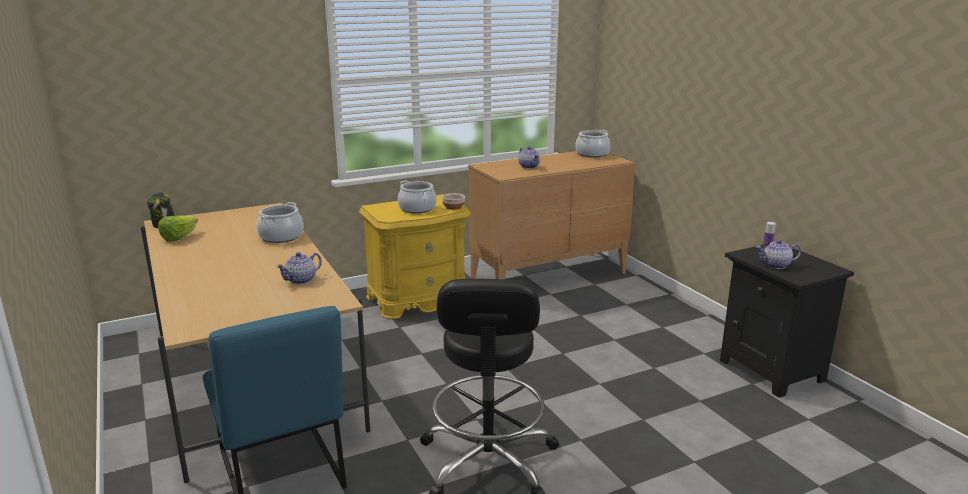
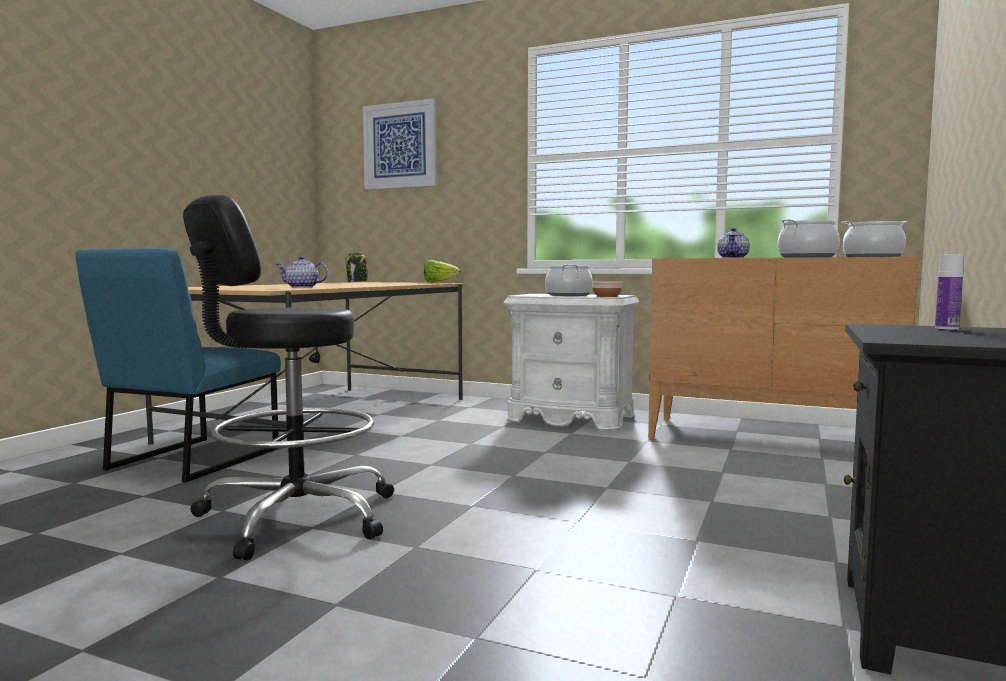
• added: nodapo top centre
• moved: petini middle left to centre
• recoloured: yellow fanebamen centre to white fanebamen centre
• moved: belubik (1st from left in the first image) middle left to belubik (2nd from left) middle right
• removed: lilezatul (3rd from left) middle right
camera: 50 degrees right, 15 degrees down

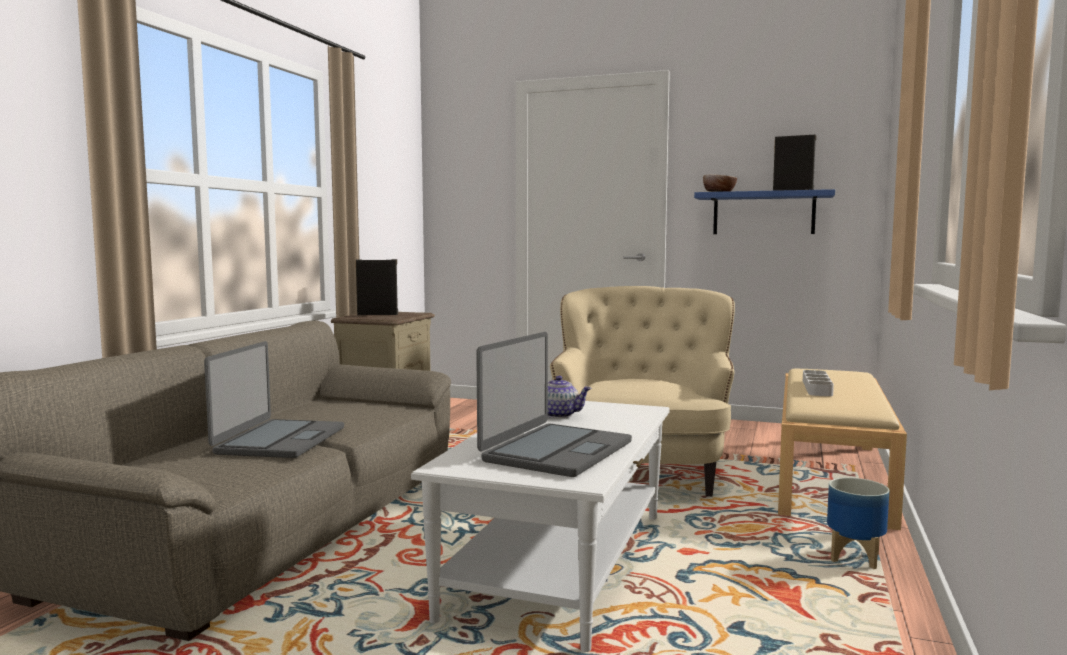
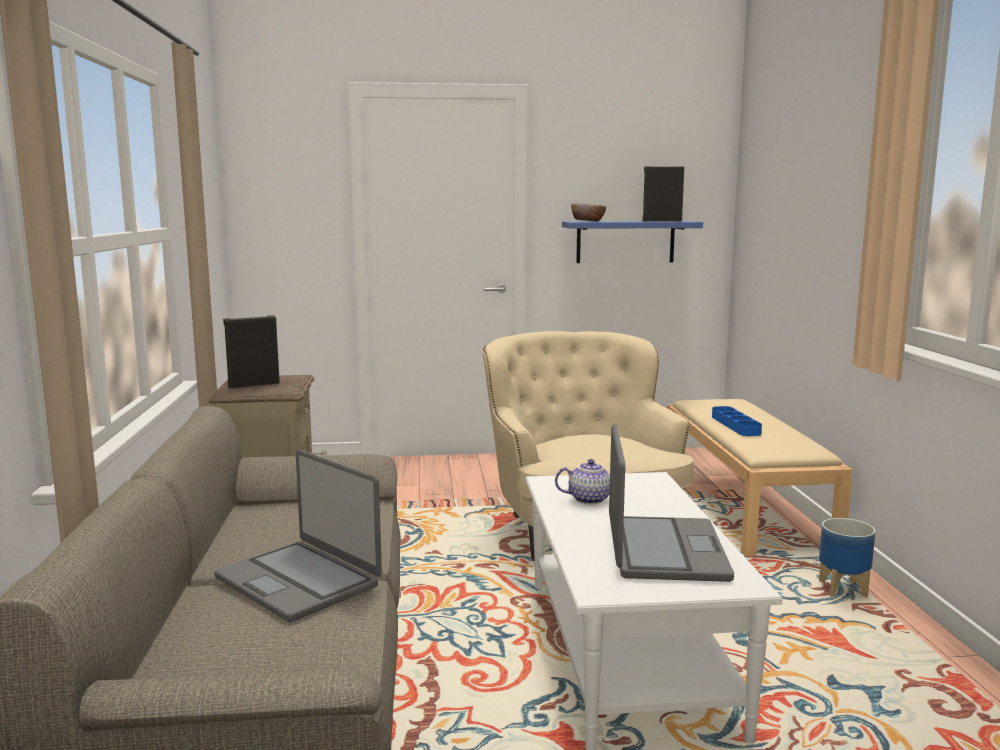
• turned: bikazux (1st from left) middle left = bottom left 150 degrees clockwise
• recoloured: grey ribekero middle right to blue ribekero middle right
camera: 25 degrees left, 5 degrees up

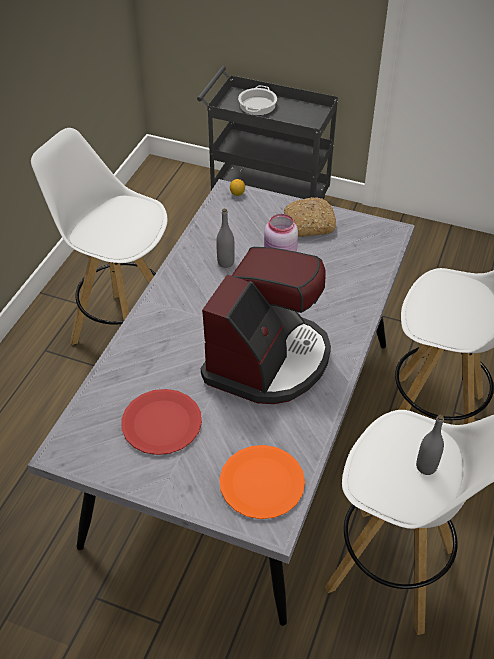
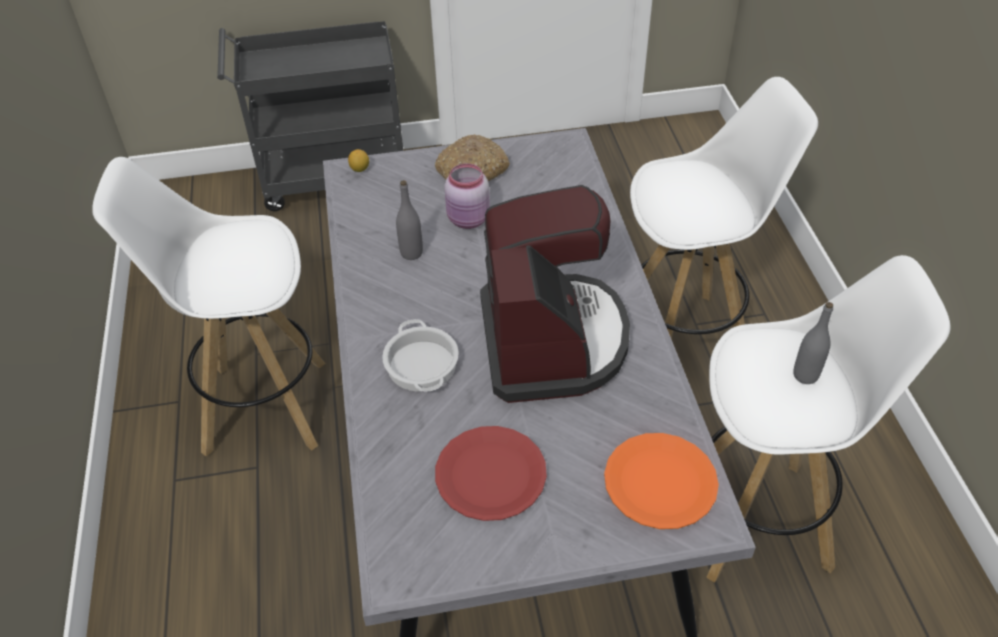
• moved: belubik top centre to centre
camera: 30 degrees left, 0 degrees up

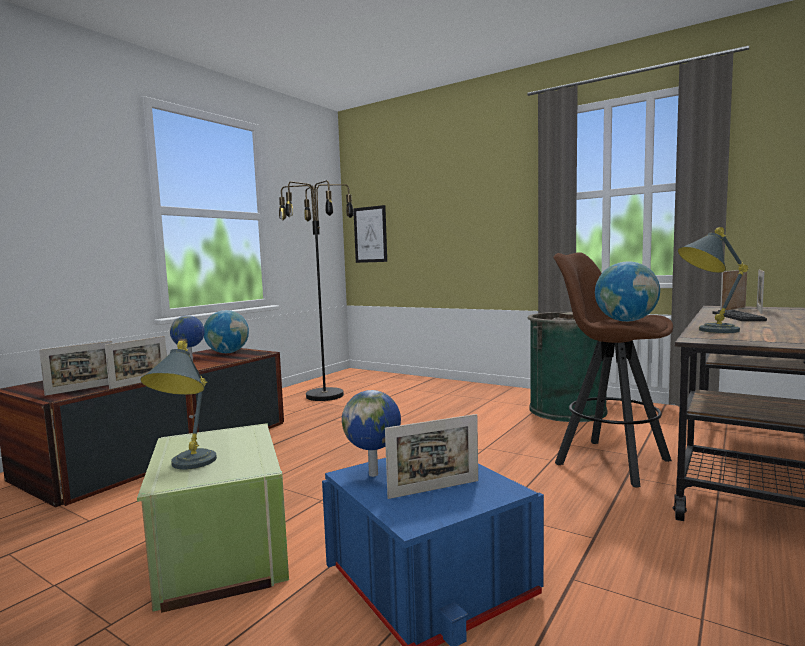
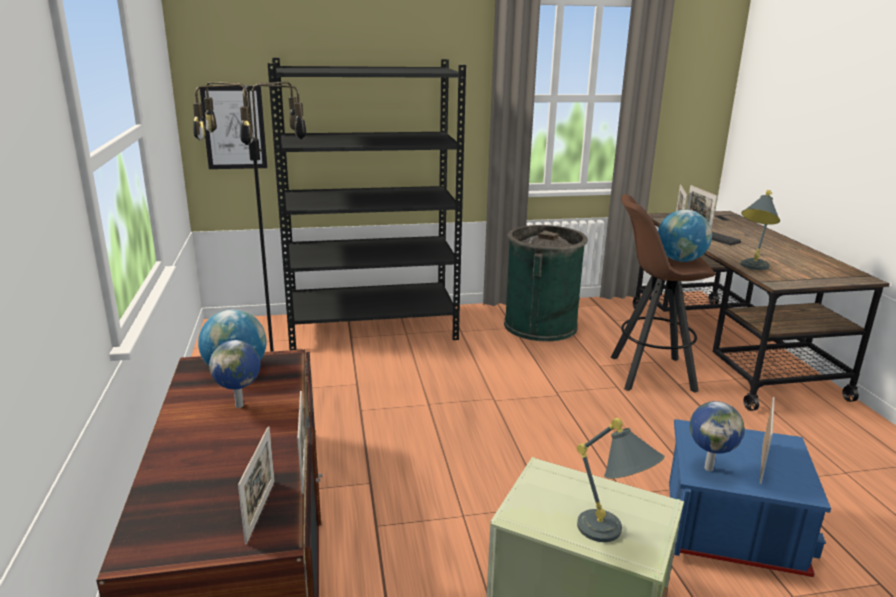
• added: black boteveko centre
camera: 45 degrees left, 15 degrees up

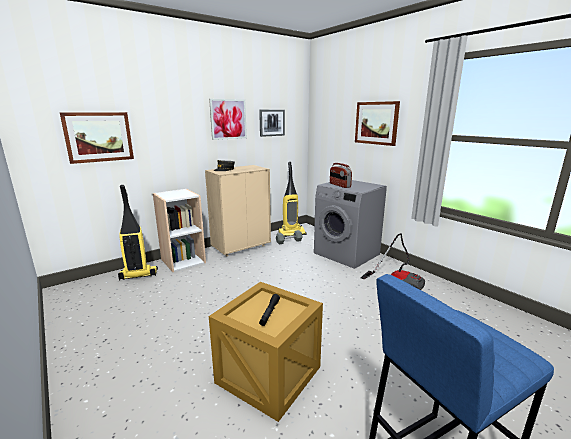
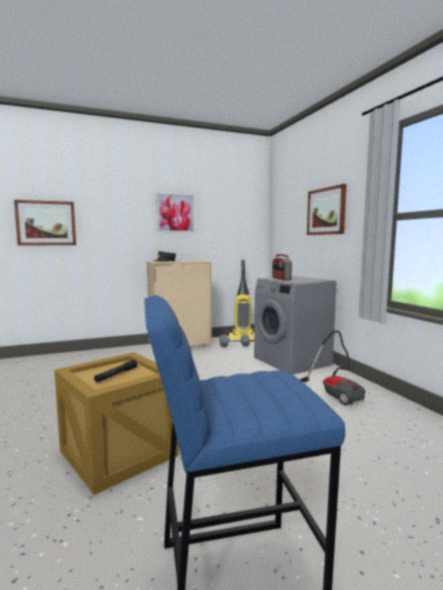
• removed: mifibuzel (1st from left) middle left
• removed: boteveko middle left
• removed: nodapo (3rd from left) top centre
camera: 15 degrees right, 10 degrees down

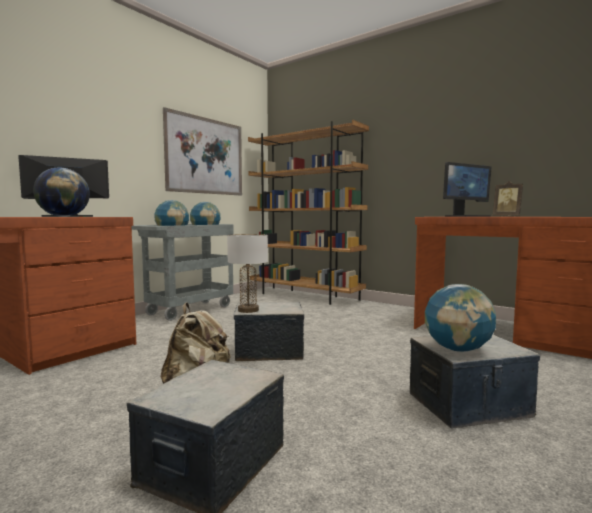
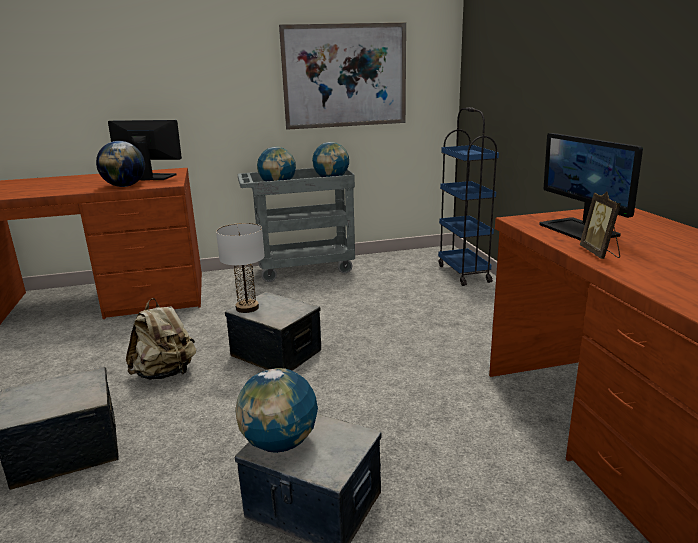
• replaced: brown boteveko centre to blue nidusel middle right
• turned: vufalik (2nd from left) middle right = middle right 60 degrees clockwise
camera: 40 degrees right, 15 degrees up

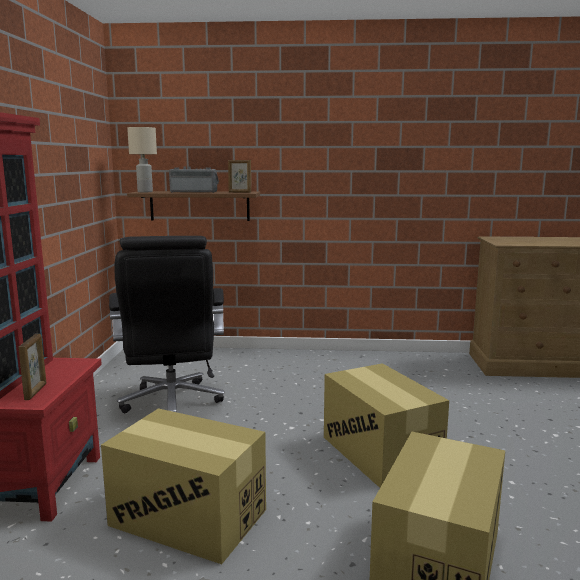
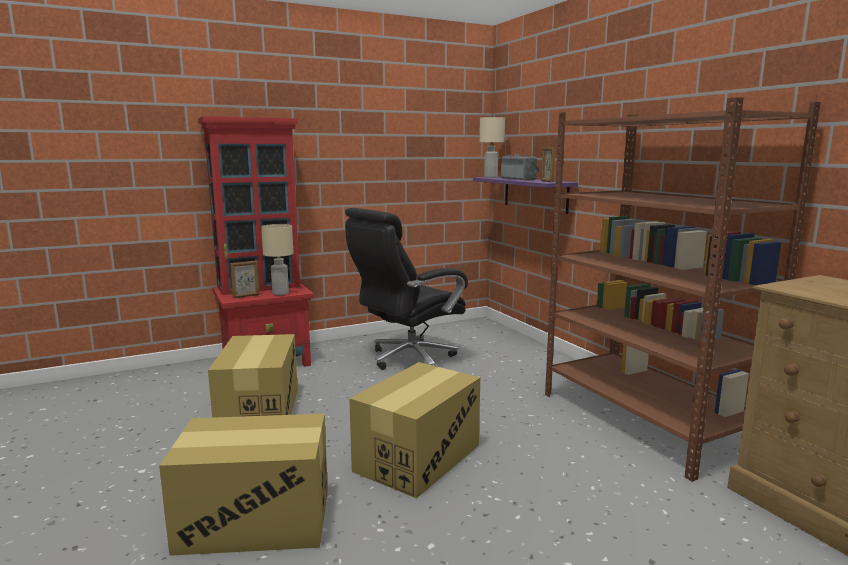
• added: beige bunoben (1st from left) middle left
• recoloured: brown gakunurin middle left to purple gakunurin centre
• added: brown boteveko middle right
camera: 60 degrees right, 0 degrees up

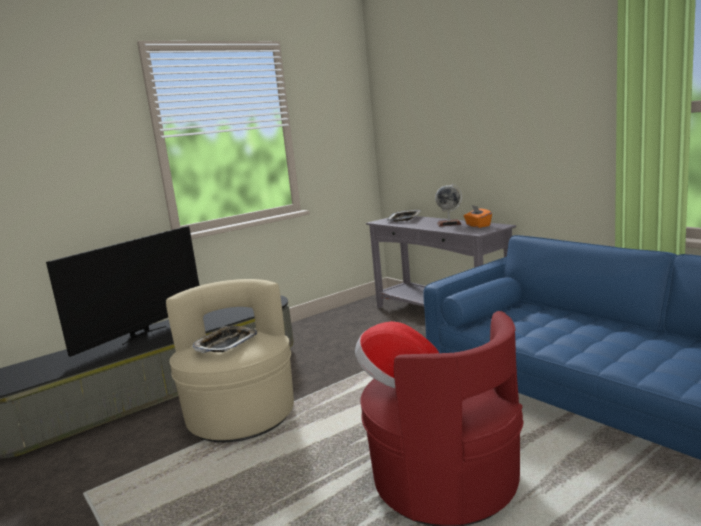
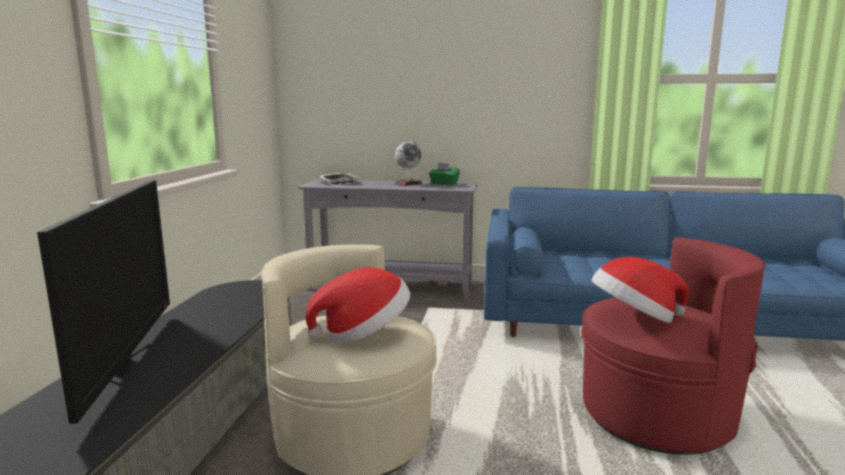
• replaced: ribekero (1st from left) middle left to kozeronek (1st from left) centre
• recoloured: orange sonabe middle right to green sonabe centre
camera: 45 degrees left, 0 degrees up

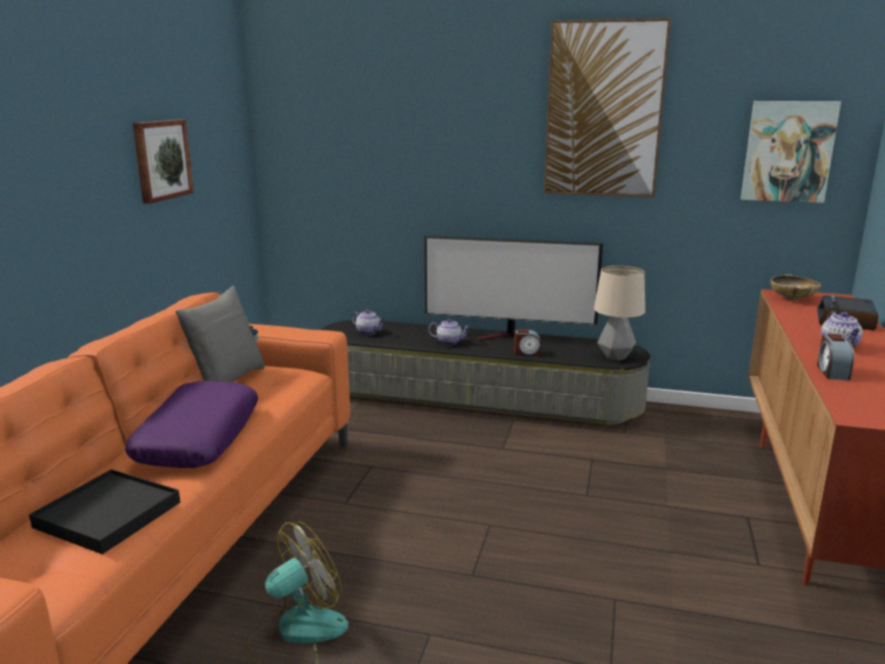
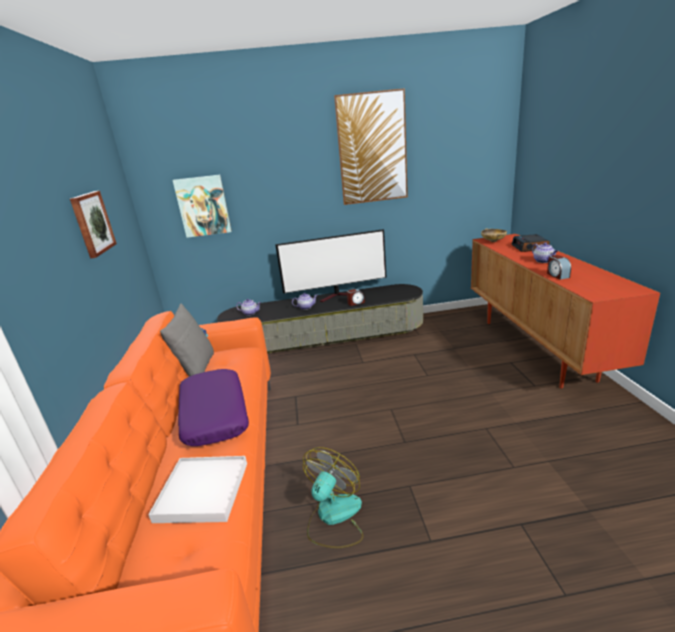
• recoloured: black ribekero bottom left to white ribekero bottom left
• moved: nodapo (3rd from left in the first image) top right to nodapo (2nd from left) top left
• removed: bunoben middle right
camera: 20 degrees left, 5 degrees up

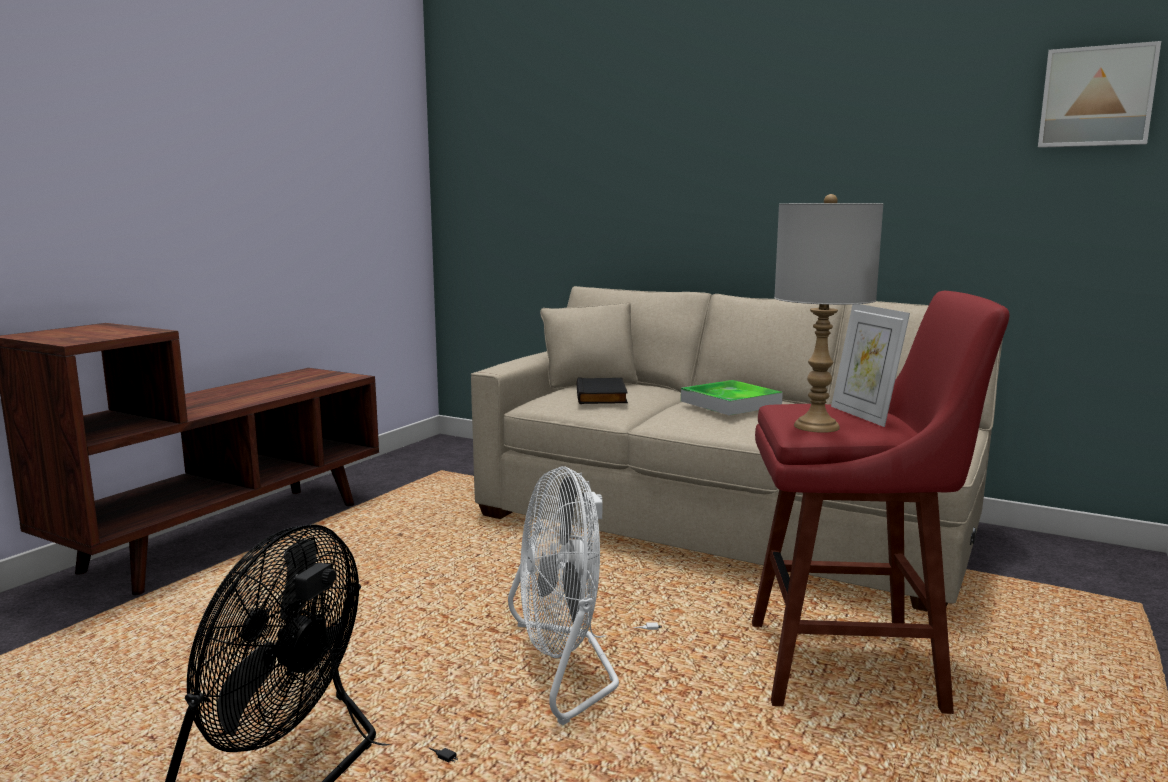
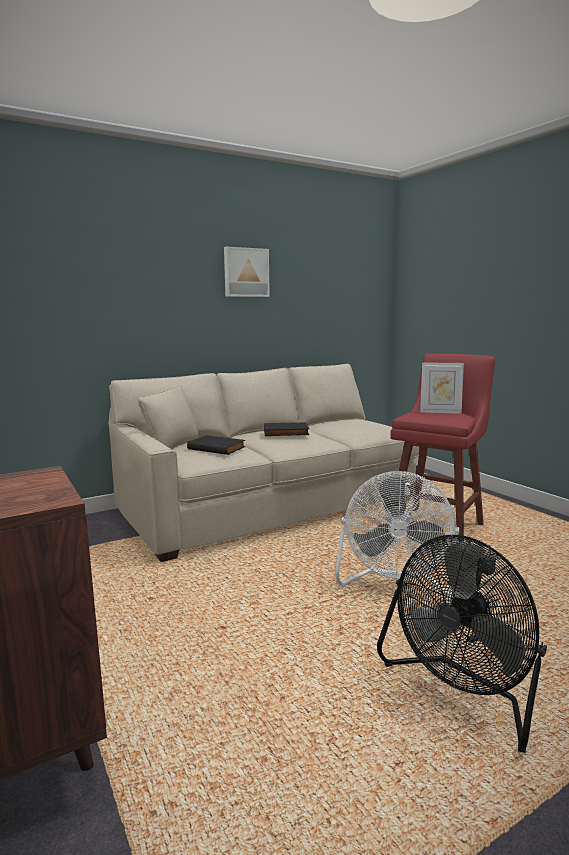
• moved: nodapo top right to top centre
• replaced: ribekero centre to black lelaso (2nd from left) centre
• removed: grey bunoben middle right
camera: 60 degrees left, 0 degrees up

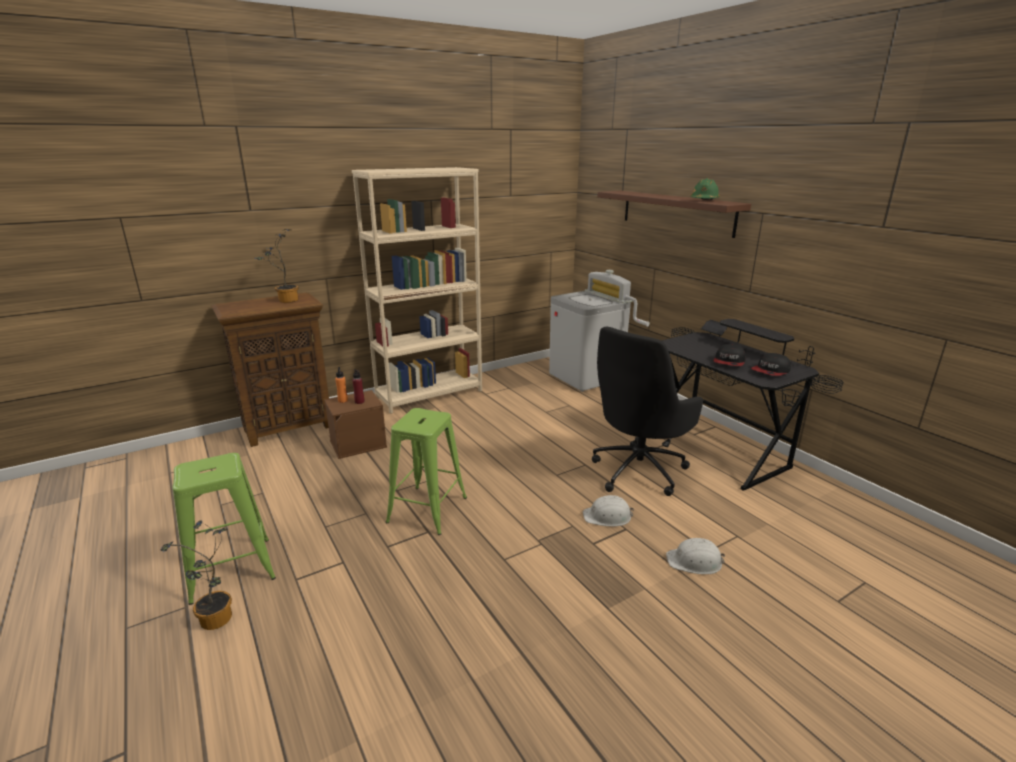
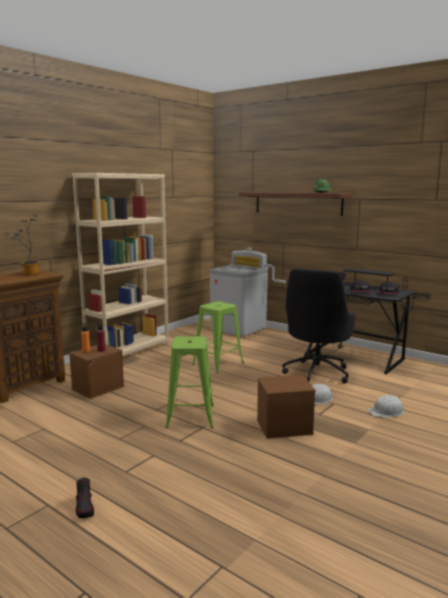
• replaced: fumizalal (1st from left) bottom left to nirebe bottom left
• moved: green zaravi (1st from left in the first image) bottom left to green zaravi (2nd from left) centre
• added: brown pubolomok (2nd from left) bottom centre
camera: 20 degrees left, 10 degrees down

